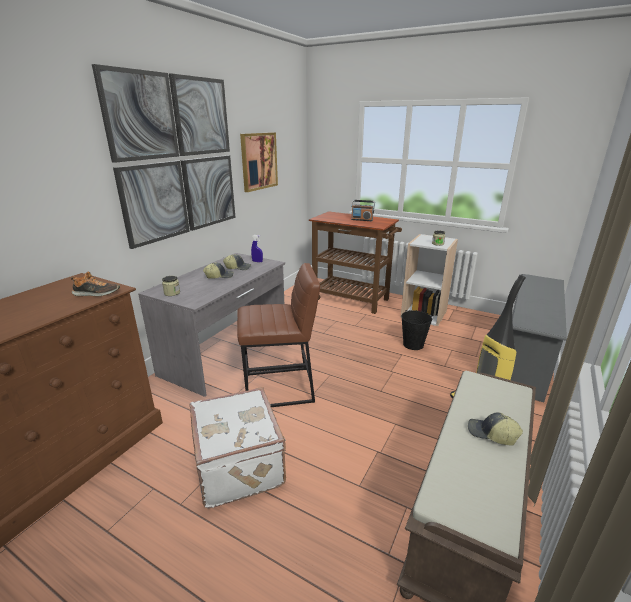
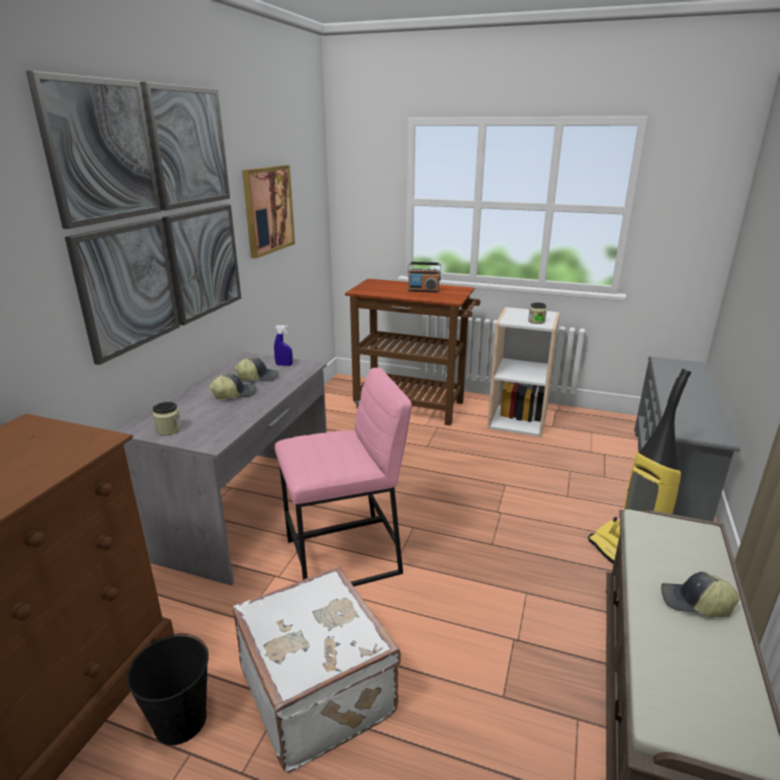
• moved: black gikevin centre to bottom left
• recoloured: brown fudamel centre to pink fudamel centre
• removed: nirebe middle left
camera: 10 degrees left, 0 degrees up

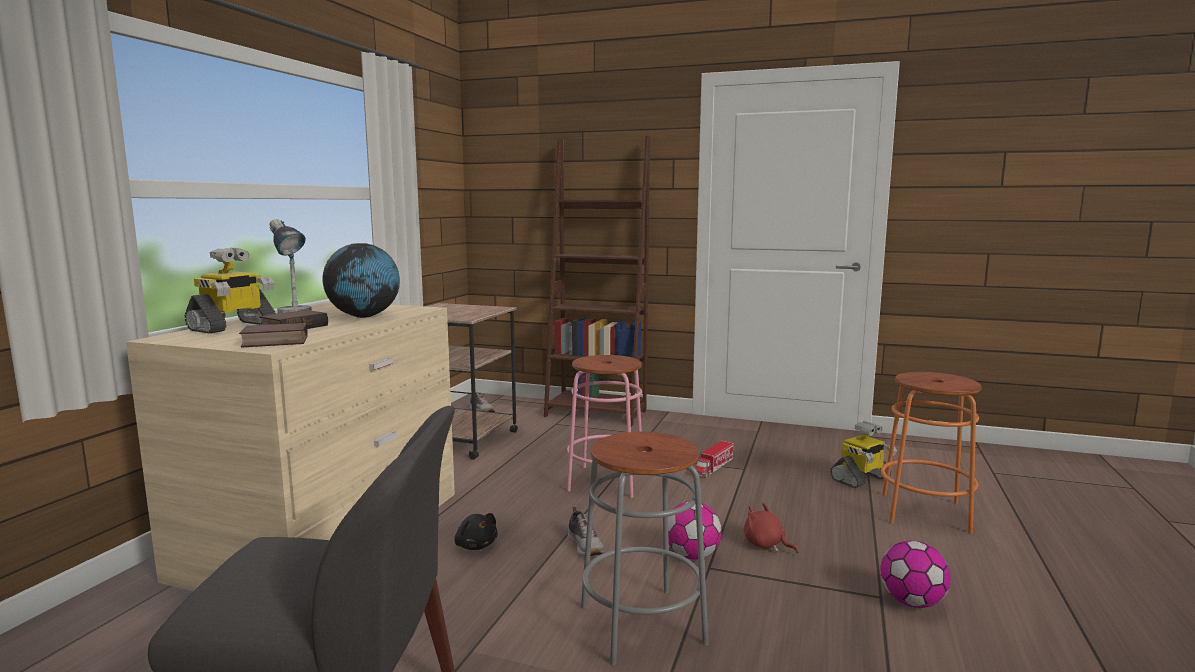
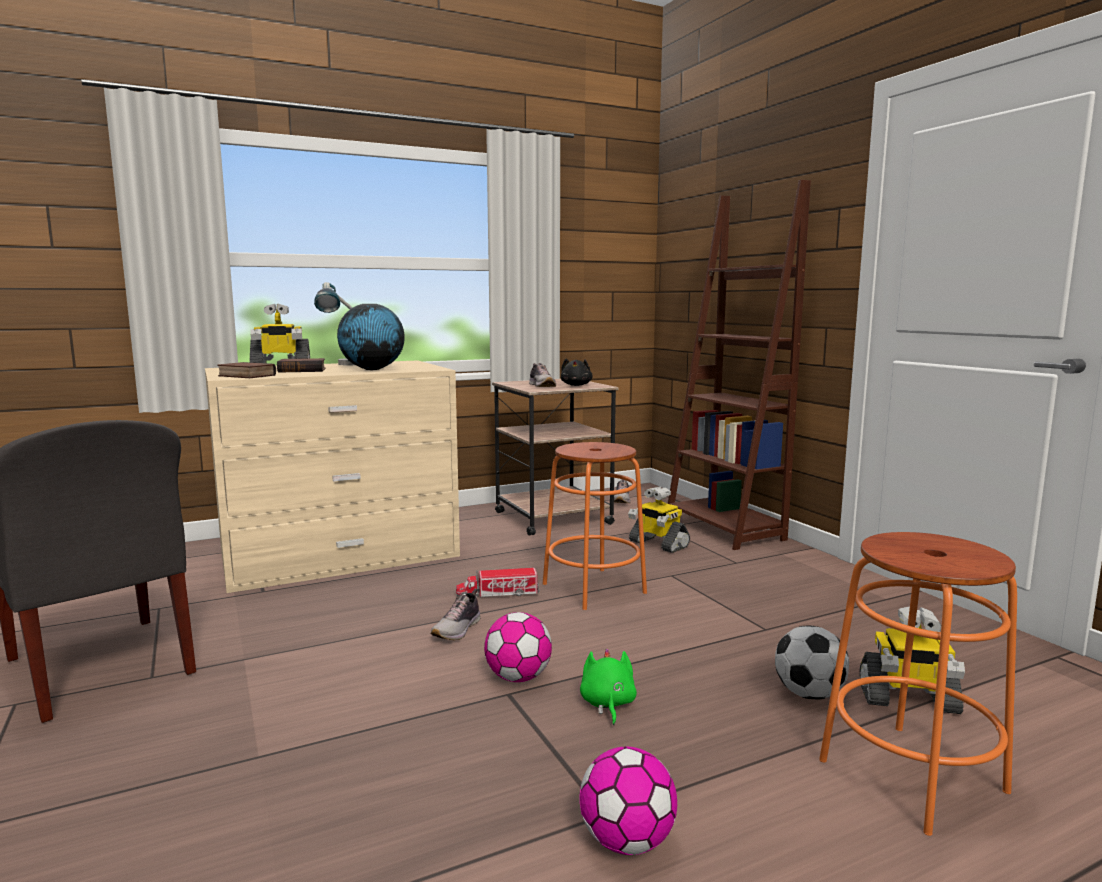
• moved: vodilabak bottom centre to centre
• added: nirebe (2nd from left) centre
• recoloured: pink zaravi centre to orange zaravi (1st from left) centre
• moved: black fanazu bottom centre to centre
• recoloured: red fanazu bottom centre to green fanazu bottom centre
• added: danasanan (2nd from left) centre
• added: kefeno (3rd from left) bottom right
• removed: grey zaravi bottom centre
camera: 45 degrees right, 0 degrees up

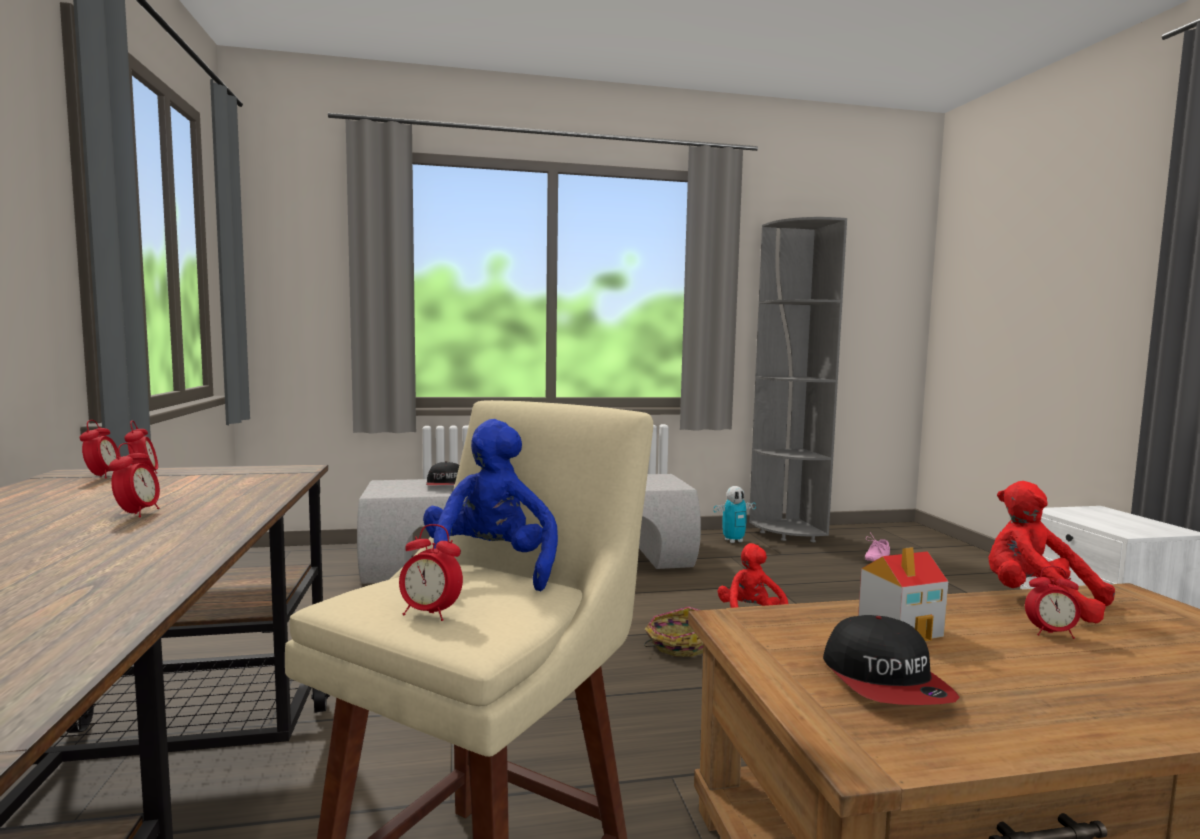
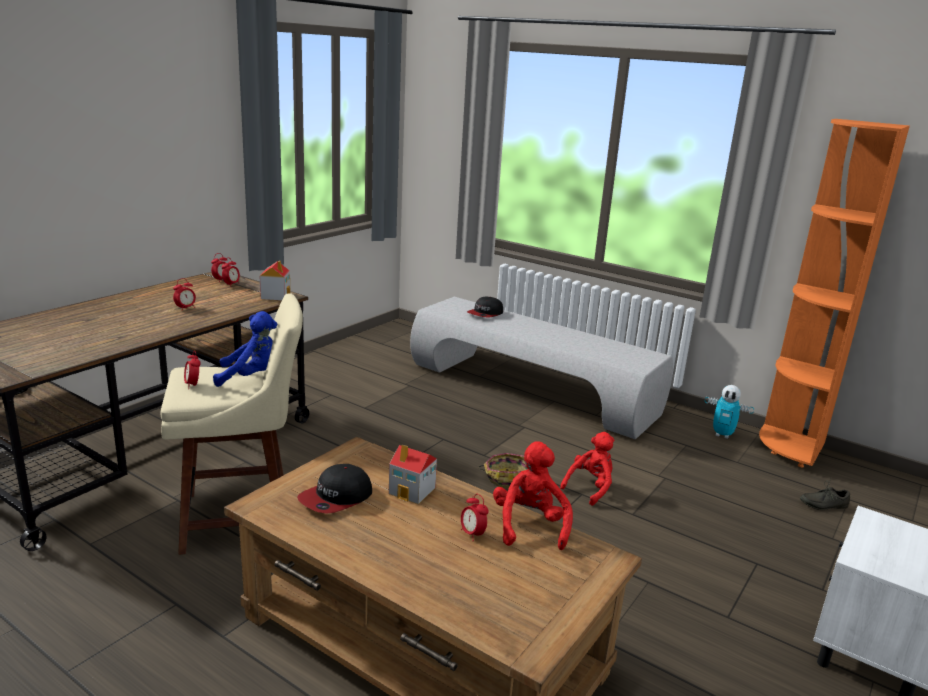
• turned: blue fanazu centre = middle left 45 degrees clockwise
• added: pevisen (1st from left) middle left
• recoloured: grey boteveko centre to orange boteveko middle right
• recoloured: pink nirebe middle right to grey nirebe bottom right
camera: 45 degrees right, 15 degrees up

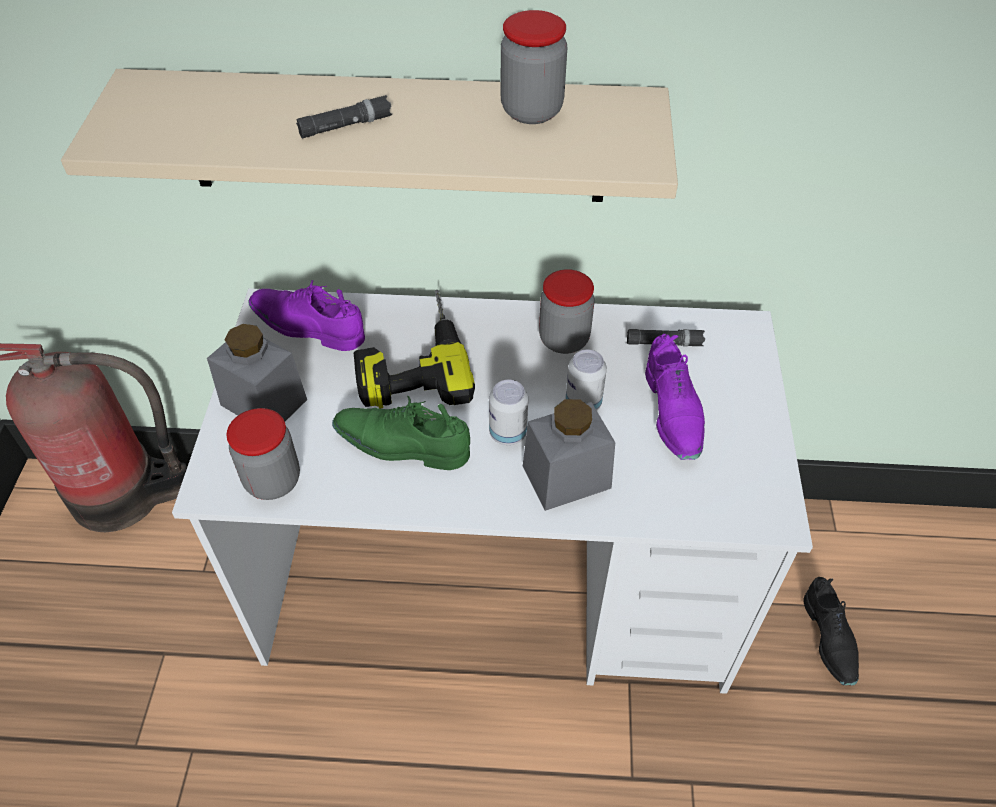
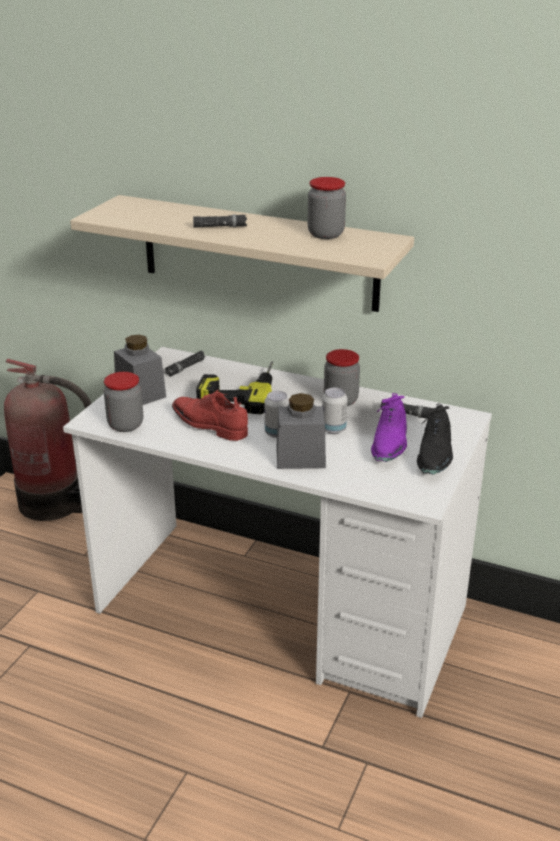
• replaced: purple nirebe (1st from left) middle left to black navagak (1st from left) middle left
• recoloured: green nirebe centre to red nirebe centre
• moved: black nirebe bottom right to middle right
camera: 20 degrees right, 20 degrees down

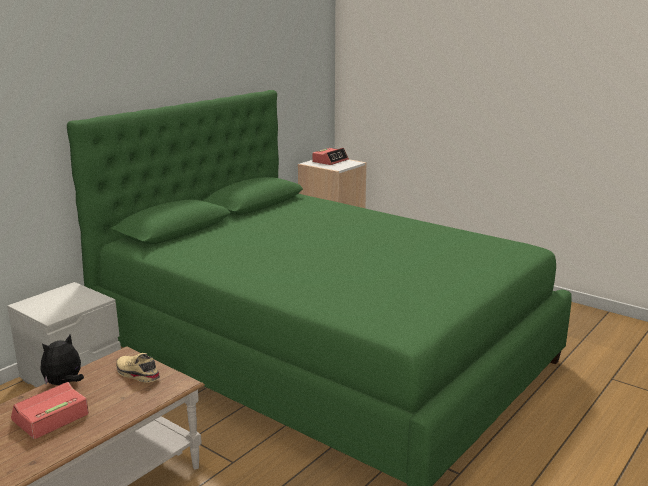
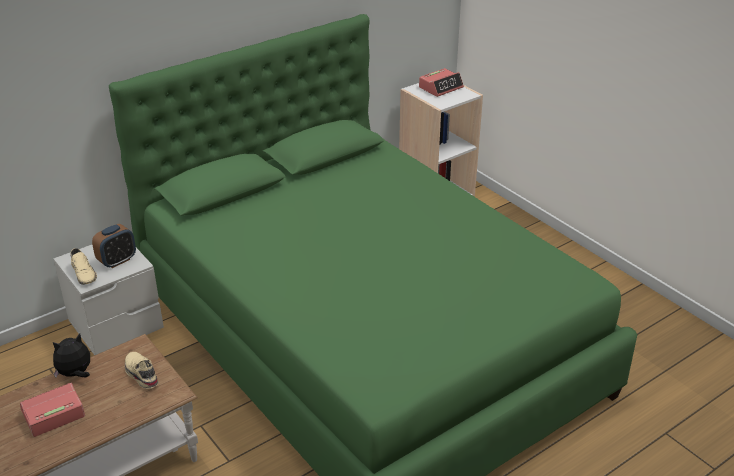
• added: beige nirebe (1st from left) middle left
• added: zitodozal (2nd from left) middle left
camera: 15 degrees right, 15 degrees up

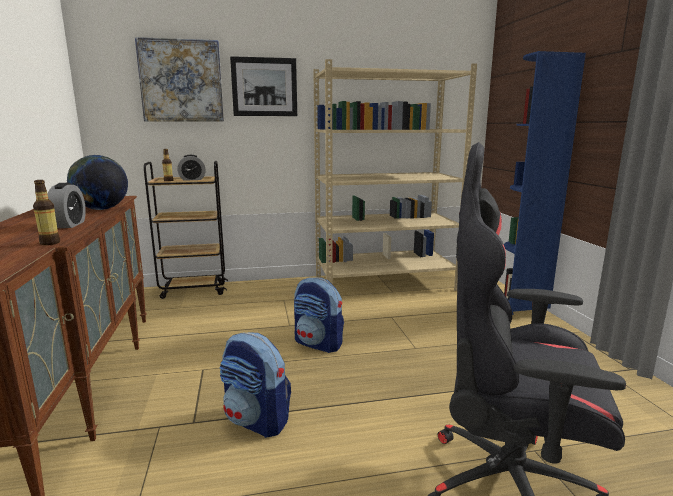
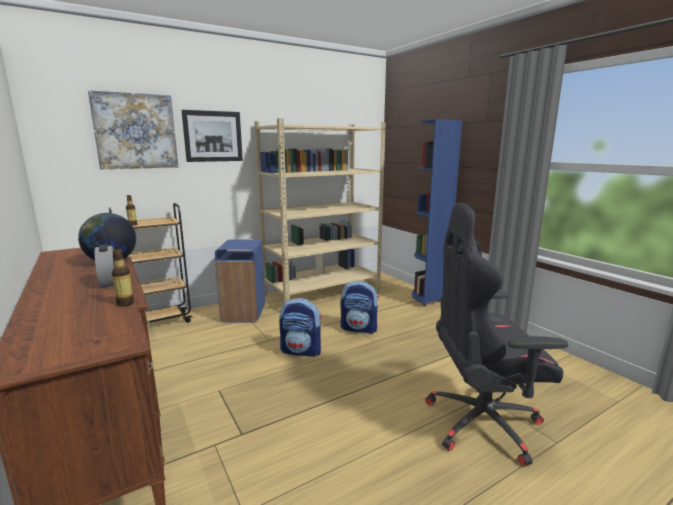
• added: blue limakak centre
• moved: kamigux (1st from left in the first image) bottom centre to kamigux (2nd from left) centre
• removed: zitodozal (2nd from left) middle left
camera: 20 degrees left, 0 degrees up

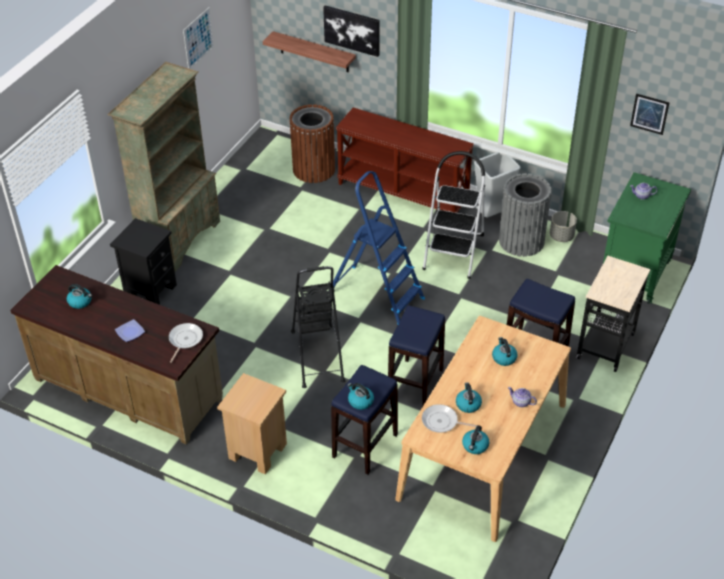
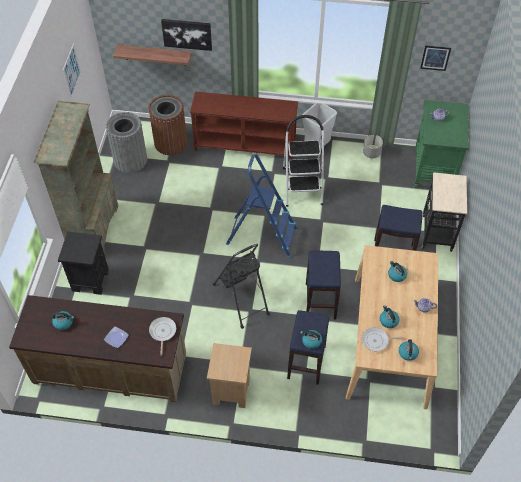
• moved: grey limakak (2nd from left in the first image) middle right to grey limakak (1st from left) top left
camera: 20 degrees left, 10 degrees up

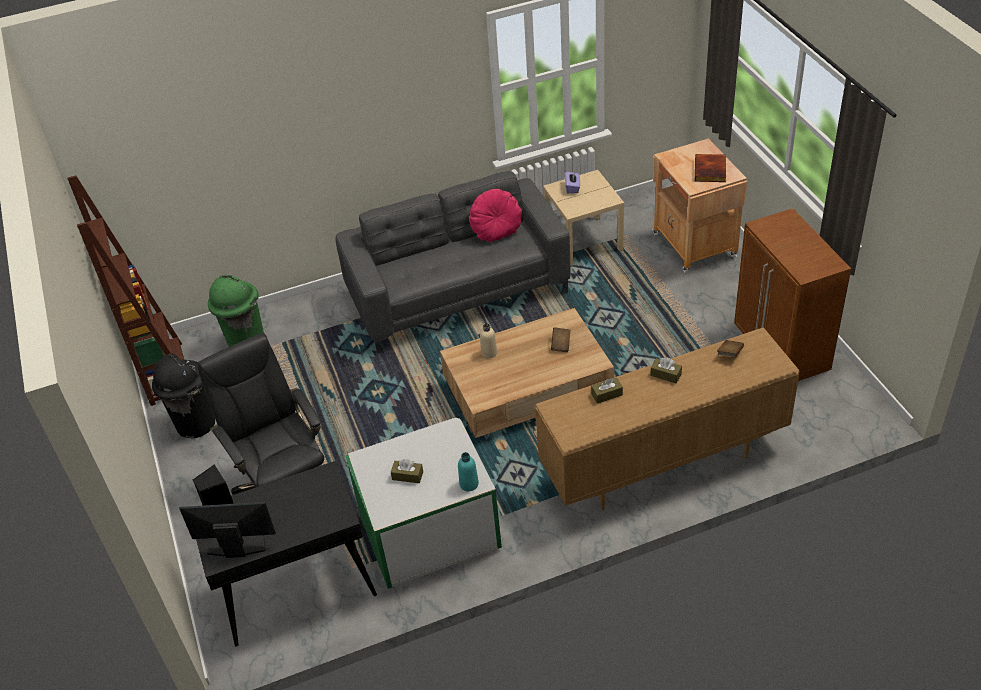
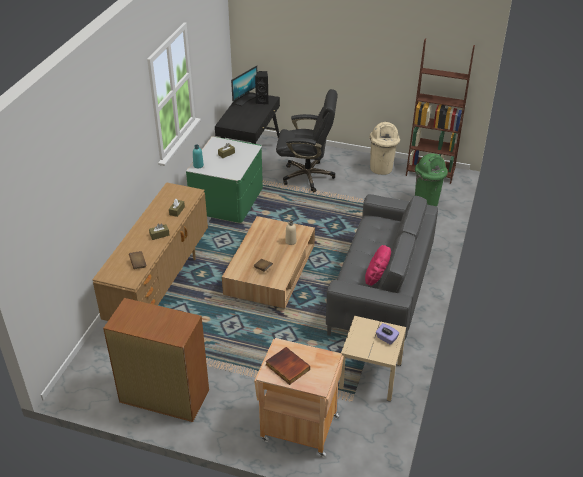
• recoloured: black limakak middle left to beige limakak top centre
camera: 125 degrees right, 5 degrees down

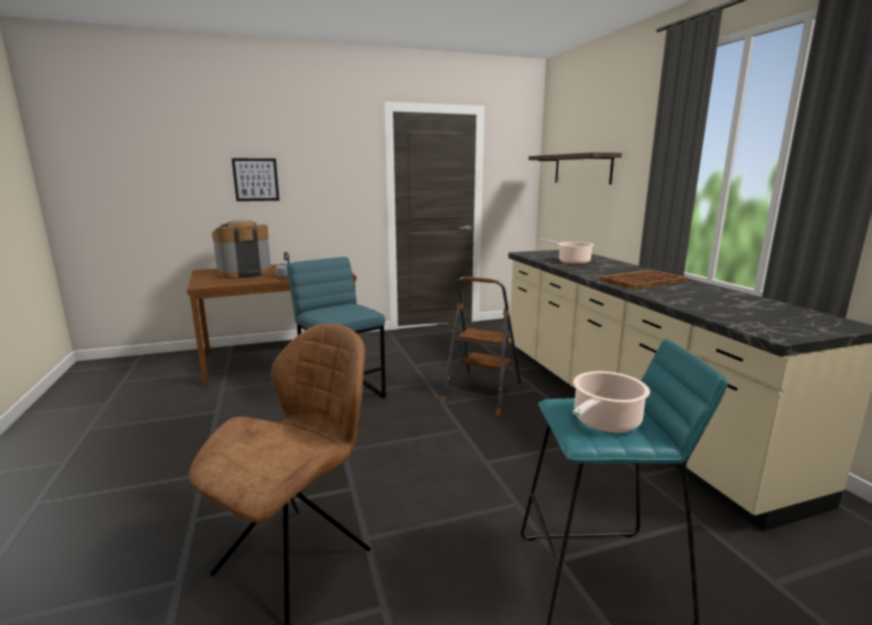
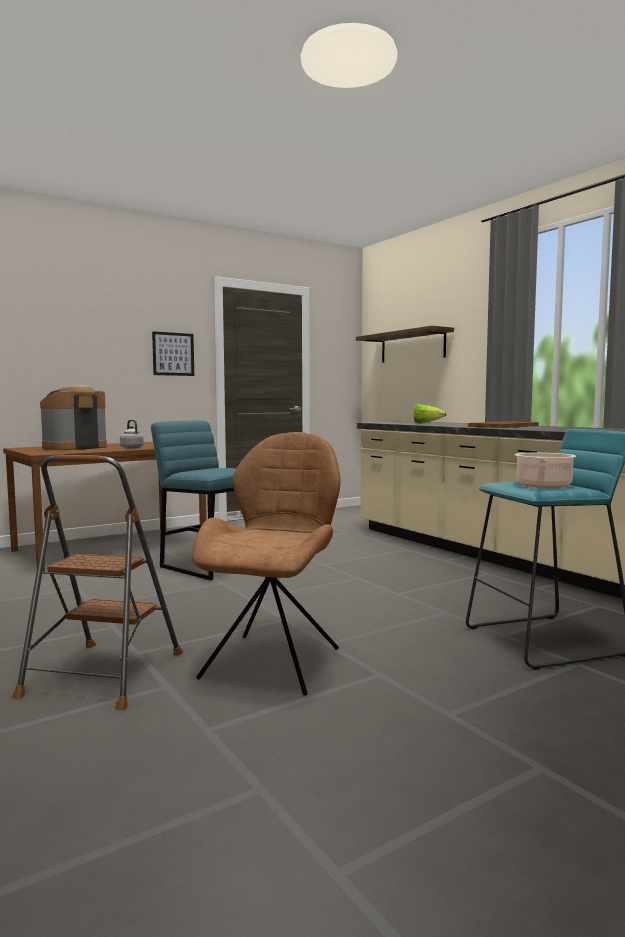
• moved: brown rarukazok centre to middle left
• moved: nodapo top left to middle left
• replaced: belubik (1st from left) centre to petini middle right
camera: 15 degrees left, 10 degrees down

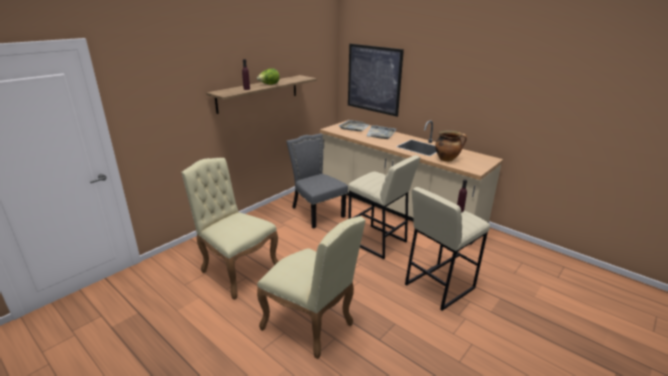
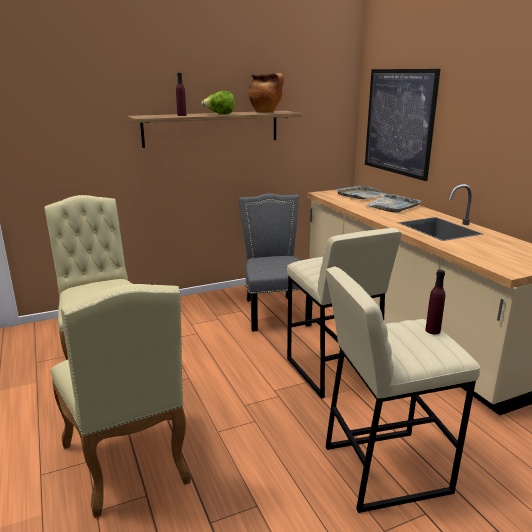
• moved: belubik middle right to top centre
camera: 25 degrees right, 5 degrees down

